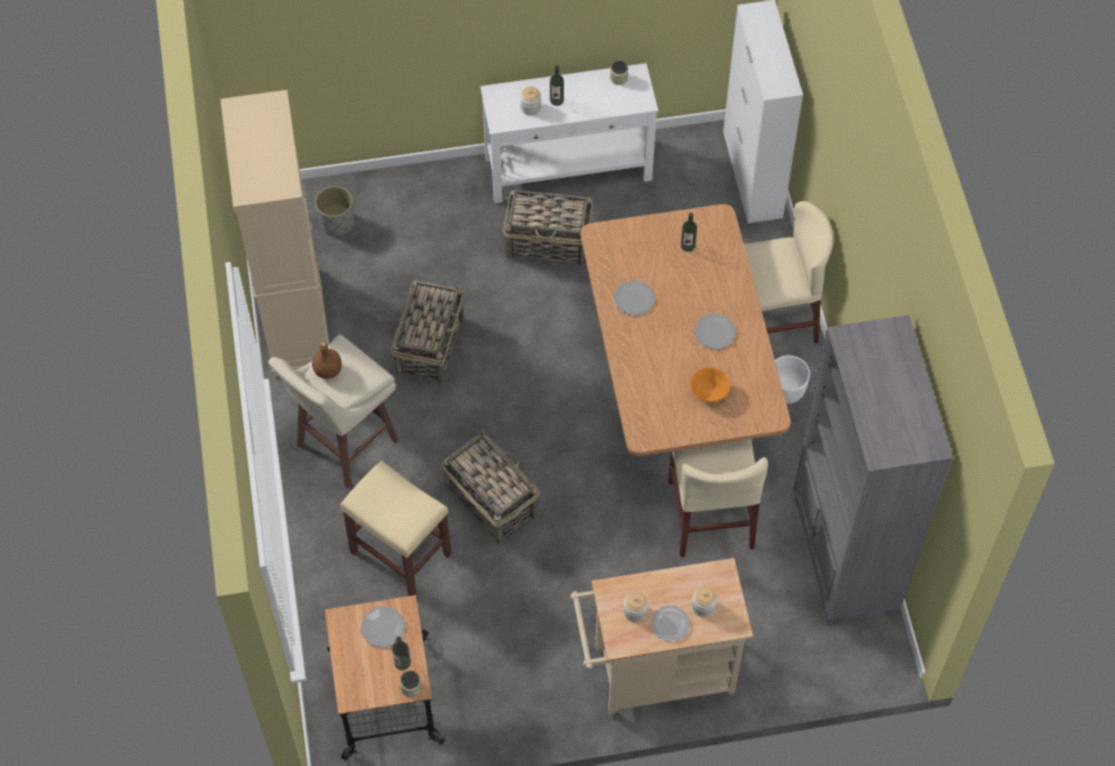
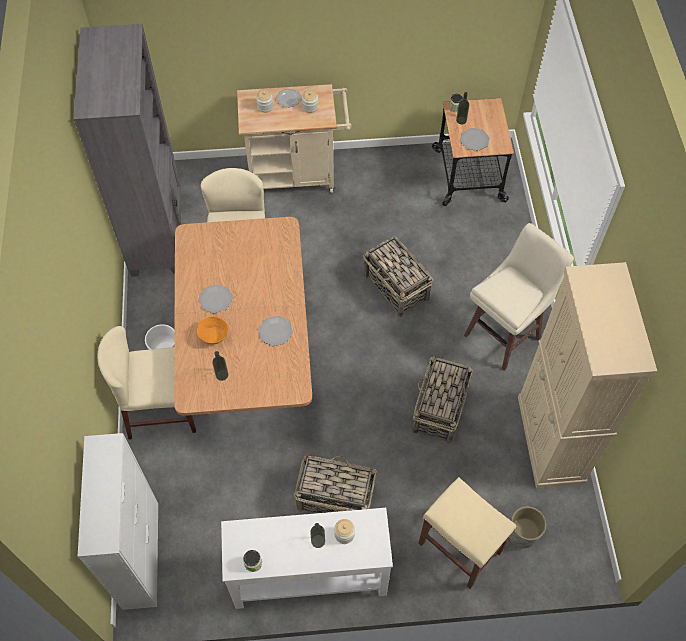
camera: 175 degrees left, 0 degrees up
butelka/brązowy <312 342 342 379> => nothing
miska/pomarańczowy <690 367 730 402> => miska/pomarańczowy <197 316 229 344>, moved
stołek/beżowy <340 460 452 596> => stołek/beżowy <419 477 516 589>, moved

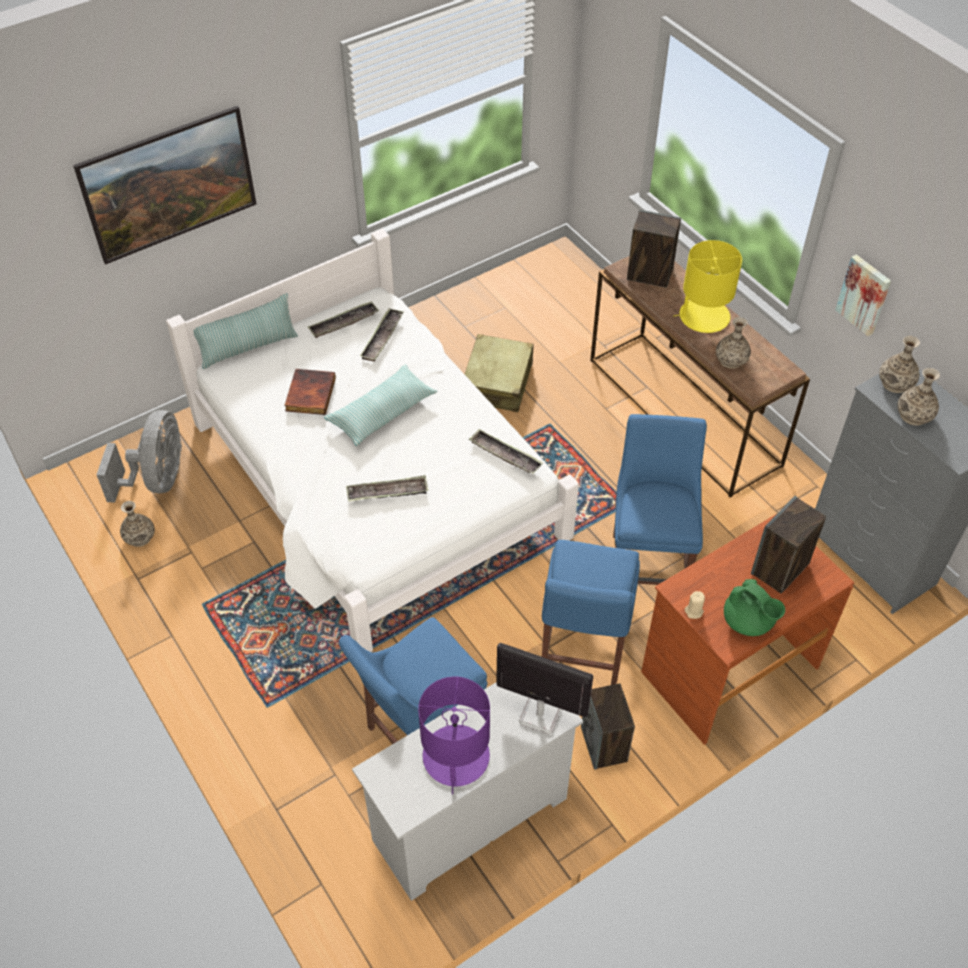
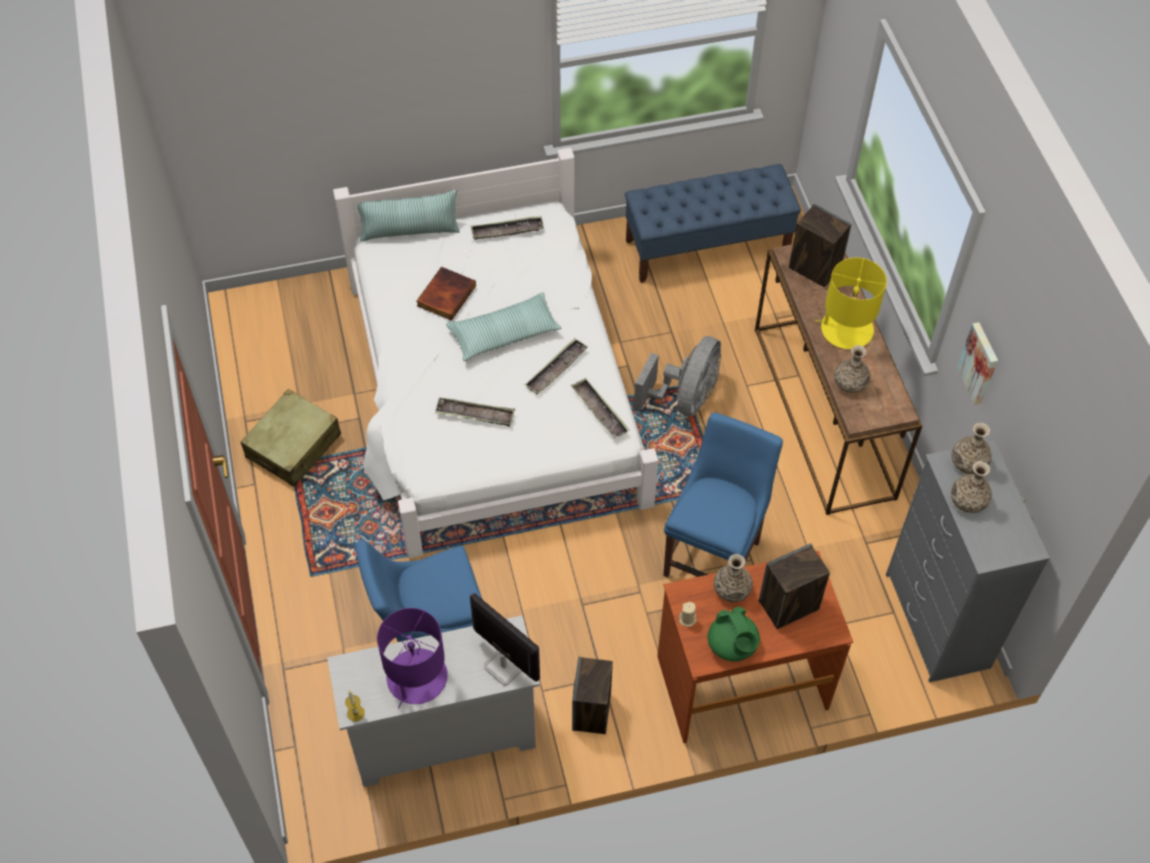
camera: 20 degrees right, 5 degrees up
obraz <73 106 256 264> => nothing
taca <360 308 404 362> => taca <524 338 588 395>, moved
walizka/beżowy <465 334 534 412> => walizka/beżowy <241 389 341 487>, moved
wentylator/szary <96 410 182 503> => wentylator/szary <634 336 721 416>, moved
wazon <120 501 155 547> => wazon <714 554 753 602>, moved
krzesło/niebieski <542 540 640 685> => nothing
nothing => ławka/niebieski <625 164 801 283>
nothing => świeca <345 689 365 722>

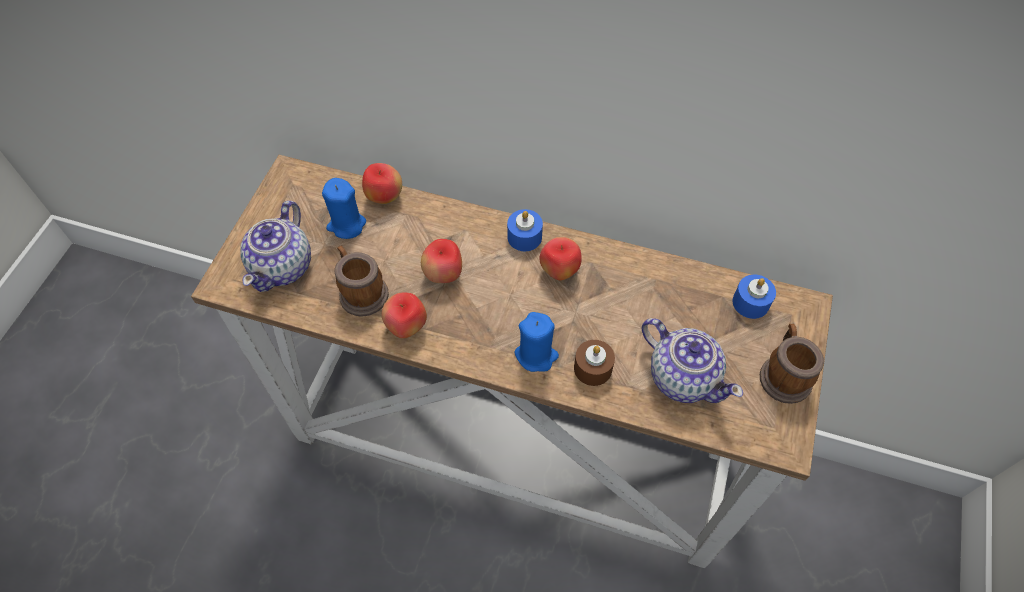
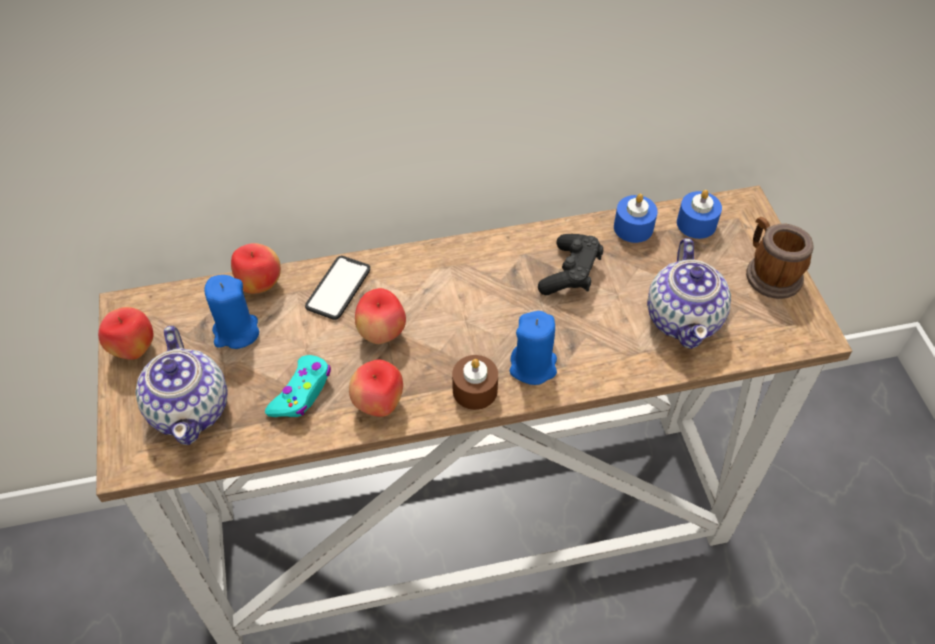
camera: 30 degrees left, 5 degrees down
świeca/niebieski <507 209 543 251> => świeca/niebieski <614 194 658 243>, moved
jabłko <539 237 582 281> => jabłko <98 307 153 360>, moved
kubek <334 246 389 317> => pad do gier/turkusowy <265 355 331 417>
imbryk <642 318 743 403> => imbryk <647 238 731 349>, 75 degrees clockwise
świeca/brązowy <574 340 615 386> => świeca/brązowy <452 355 498 410>, moved
nothing => pad do gier/czarny <538 234 603 295>
nothing => telefon <305 256 370 320>

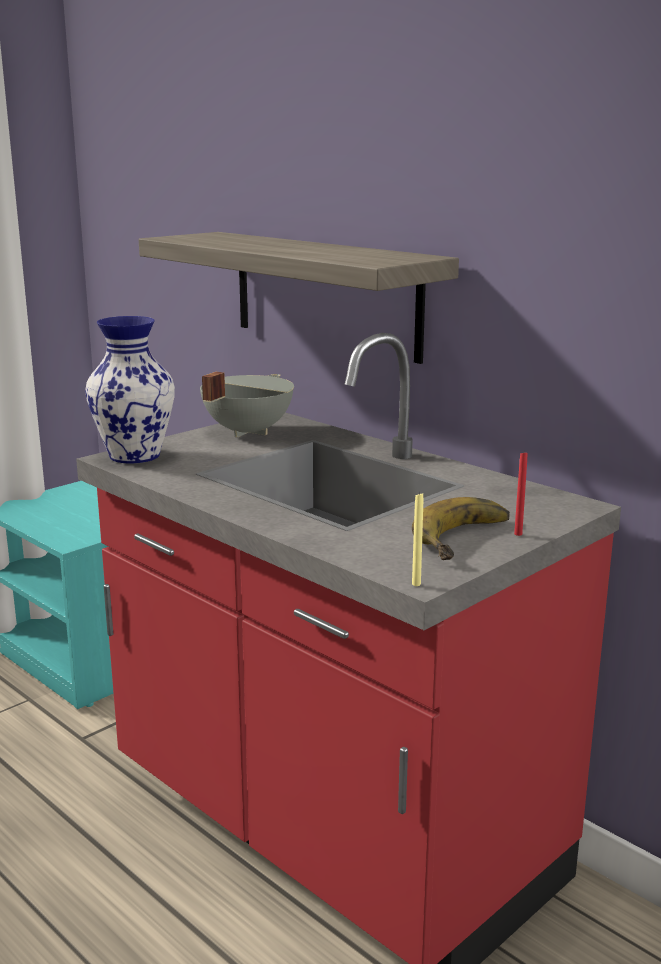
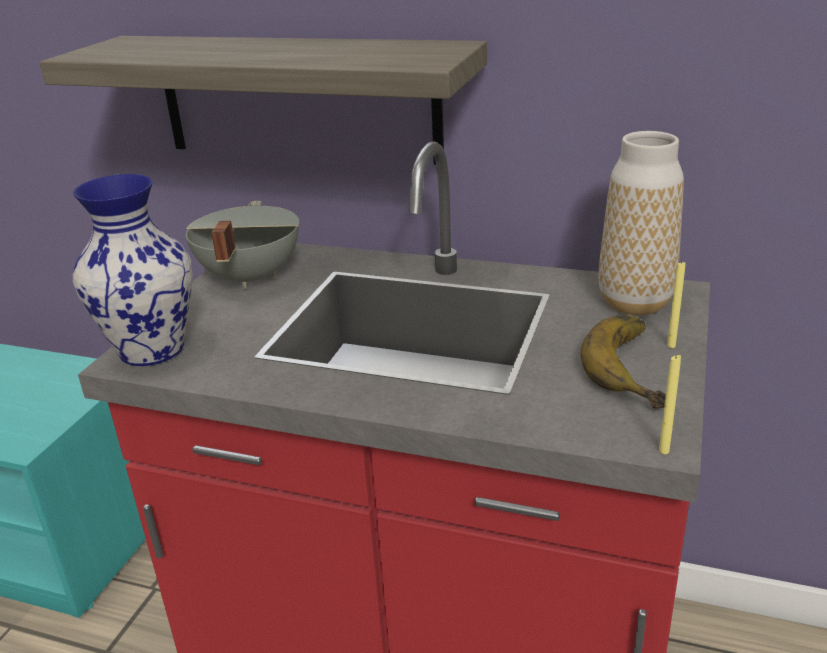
camera: 25 degrees left, 10 degrees up
świeca/czerwony <514 453 527 536> => świeca/żółty <667 260 686 348>
nothing => wazon <599 131 684 315>

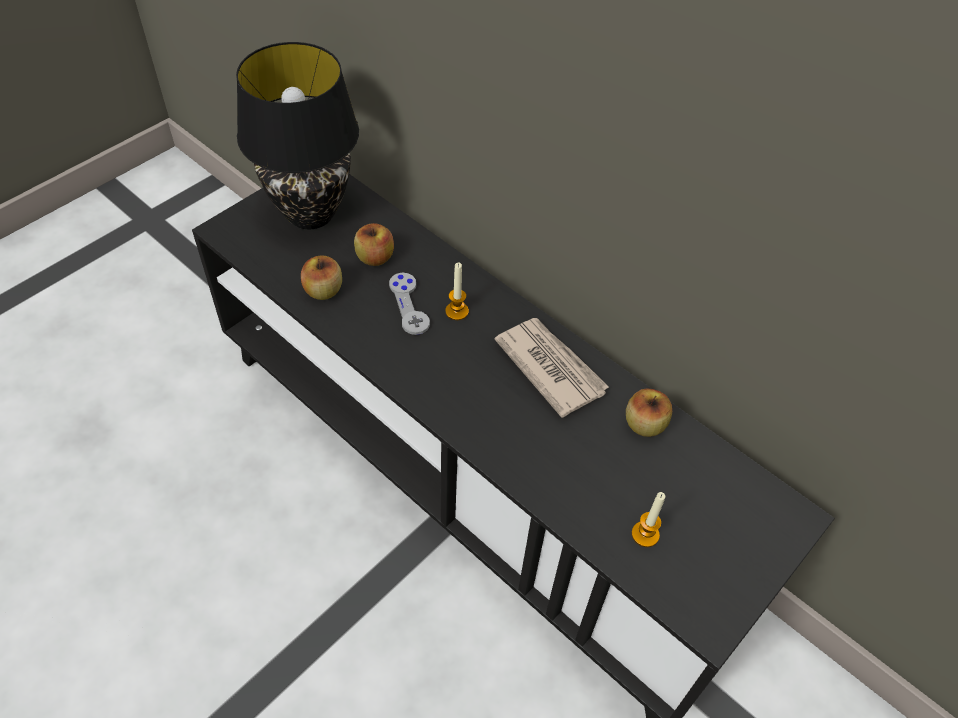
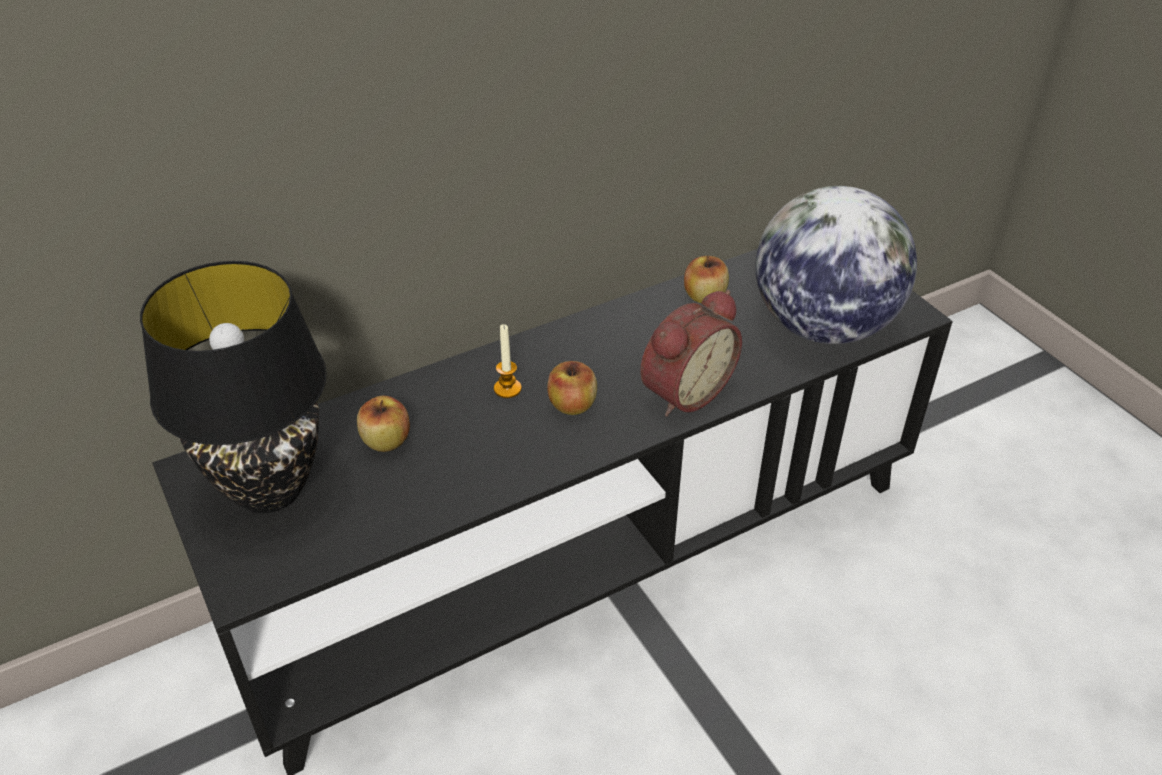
camera: 70 degrees left, 10 degrees down
jabłko <301 255 342 300> => jabłko <547 361 597 415>, moved
pad do gier/szary <389 273 430 335> => nothing
gazeta <494 318 609 418> => nothing
świeca <632 492 665 547> => globus <756 186 917 344>
nothing => budzik <640 290 742 417>

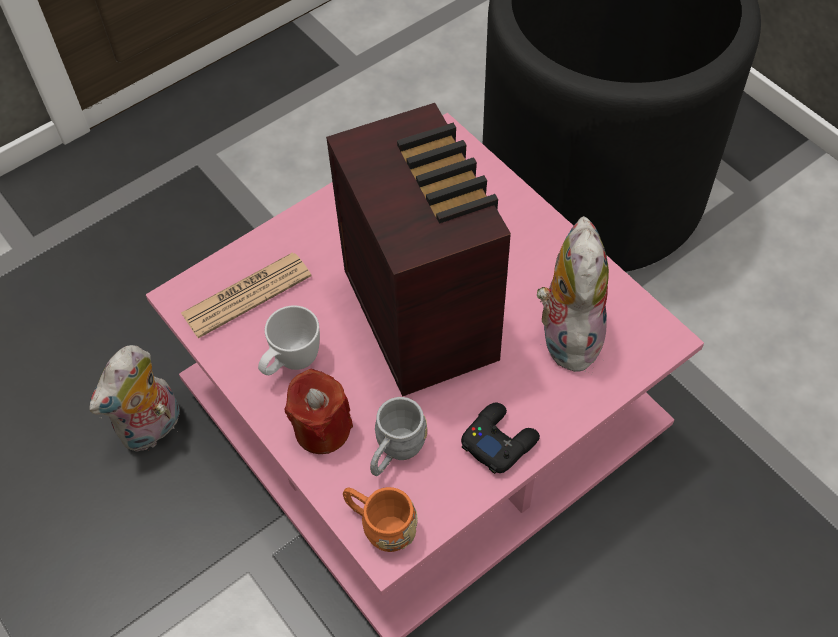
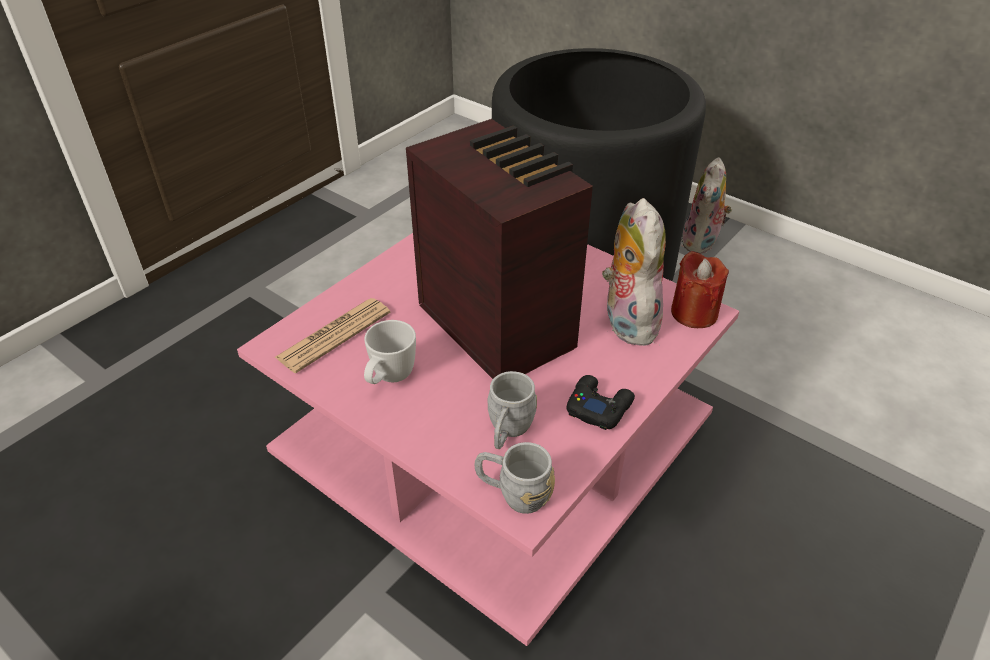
camera: 15 degrees left, 15 degrees down
pluszak <89 345 180 452> => pluszak <681 157 732 254>, moved
świeca/czerwony <284 368 353 454> => świeca/czerwony <671 251 729 328>, moved
kubek/pomarańczowy <343 487 418 552> => kubek/szary <475 442 555 514>

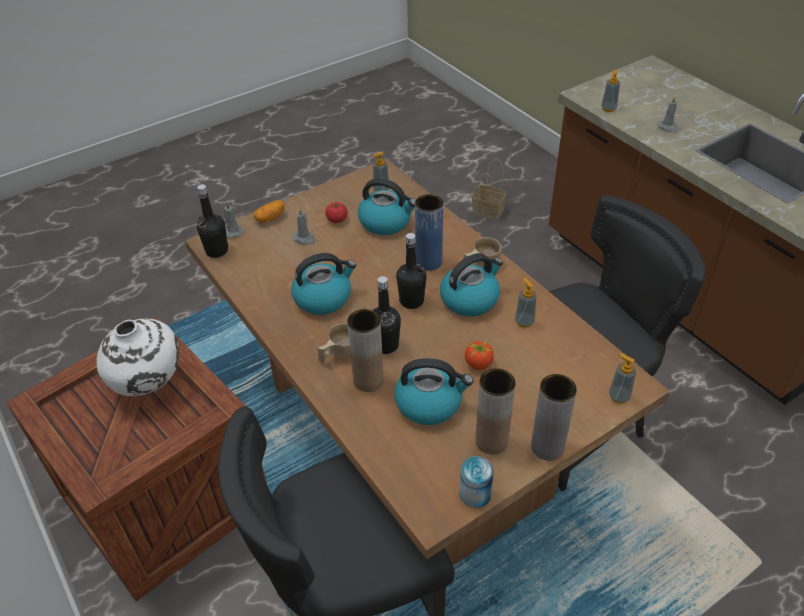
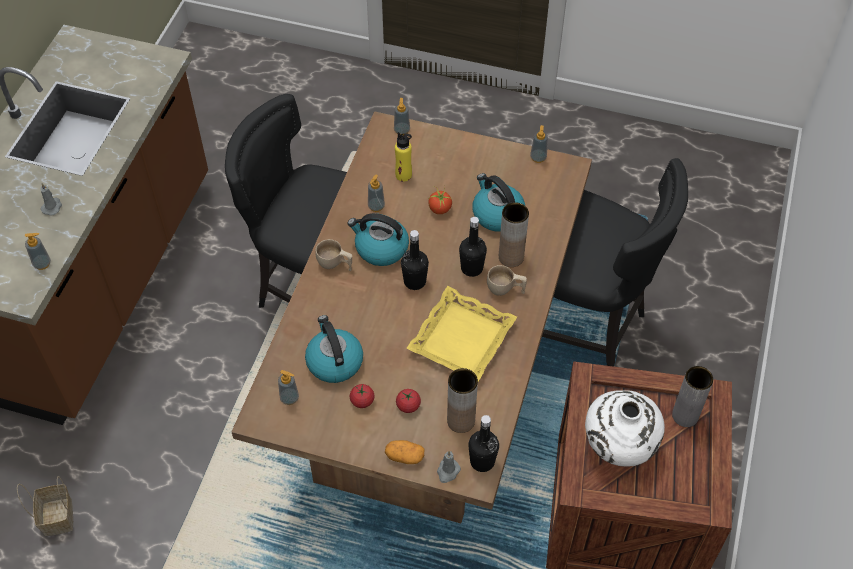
camera: 130 degrees left, 10 degrees up
wazon/niebieski <415 194 443 271> => nothing
świeca/szary <293 209 315 245> => pomidor <396 389 421 413>
czajnik <291 253 356 315> => taca/żółty <406 286 517 382>
wazon/brązowy <475 368 516 454> => wazon/brązowy <447 368 478 433>, moved
wazon/szary <531 374 577 461> => wazon/szary <672 366 713 427>, moved
puszka <460 456 494 508> => dozownik mydła <530 125 548 163>
nothing => butelka/żółty <395 132 412 182>

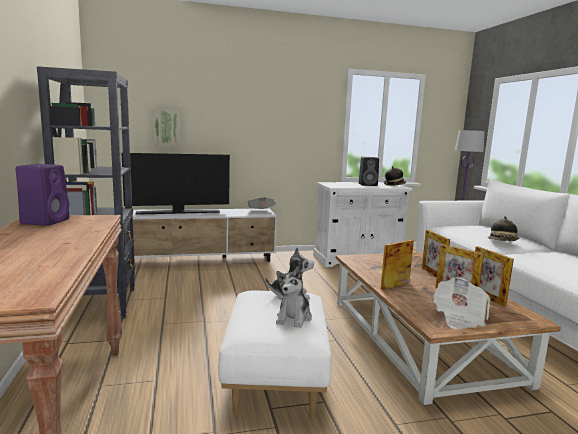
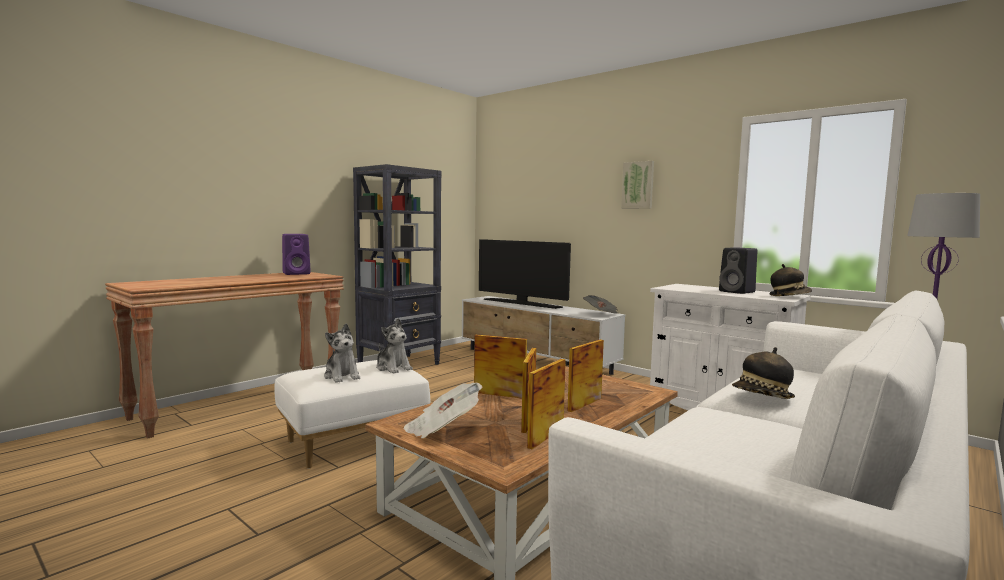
camera: 55 degrees right, 5 degrees down
obraz <153 109 180 148> => obraz <621 161 654 209>, moved
pluszak <276 267 312 328> => pluszak <324 324 360 383>, 105 degrees counterclockwise

